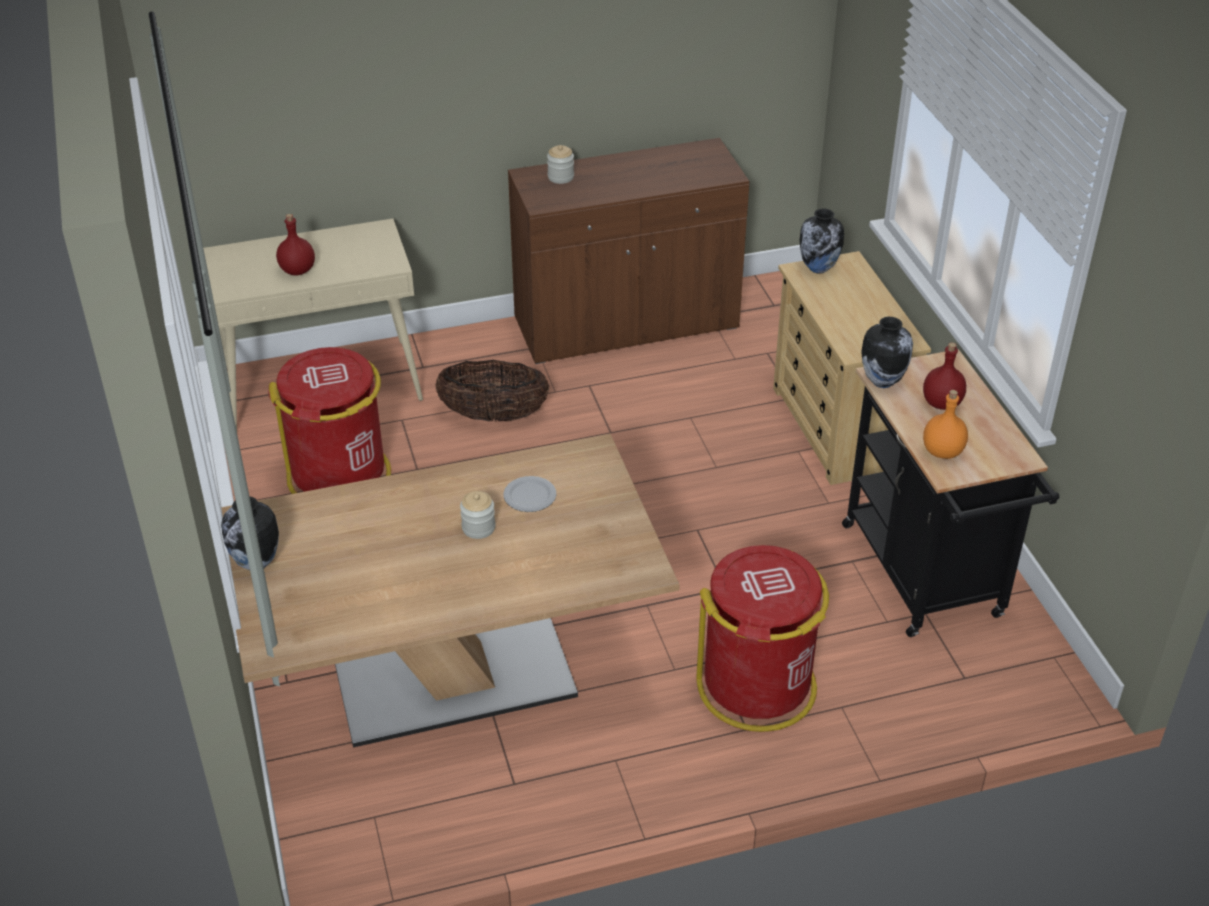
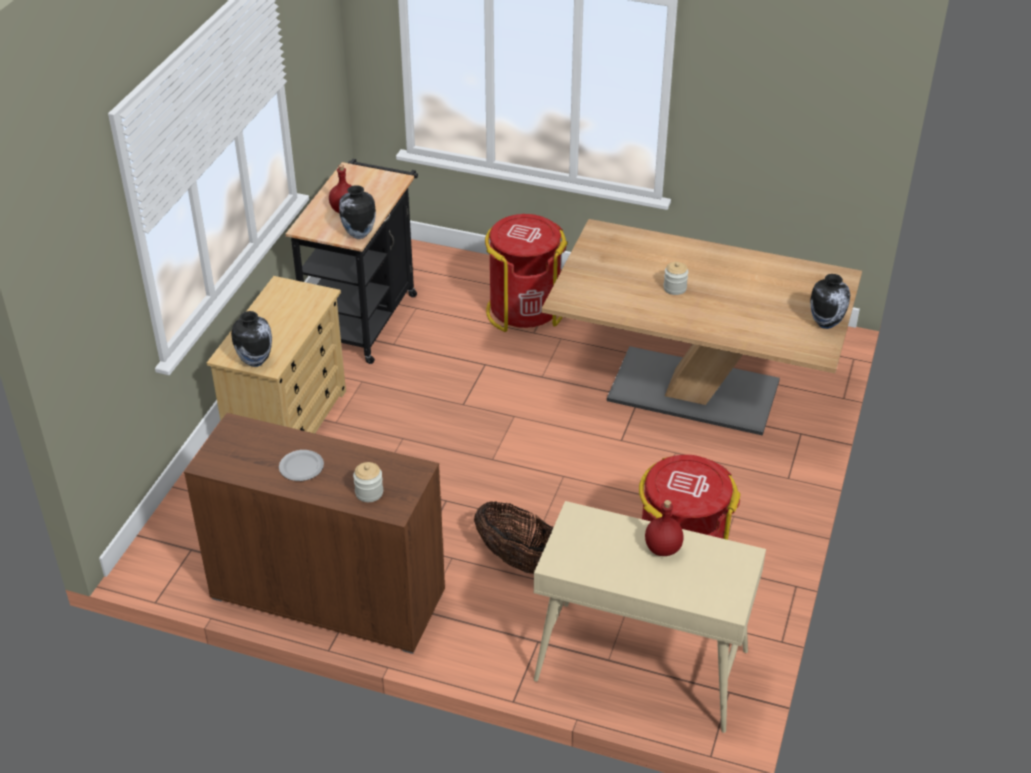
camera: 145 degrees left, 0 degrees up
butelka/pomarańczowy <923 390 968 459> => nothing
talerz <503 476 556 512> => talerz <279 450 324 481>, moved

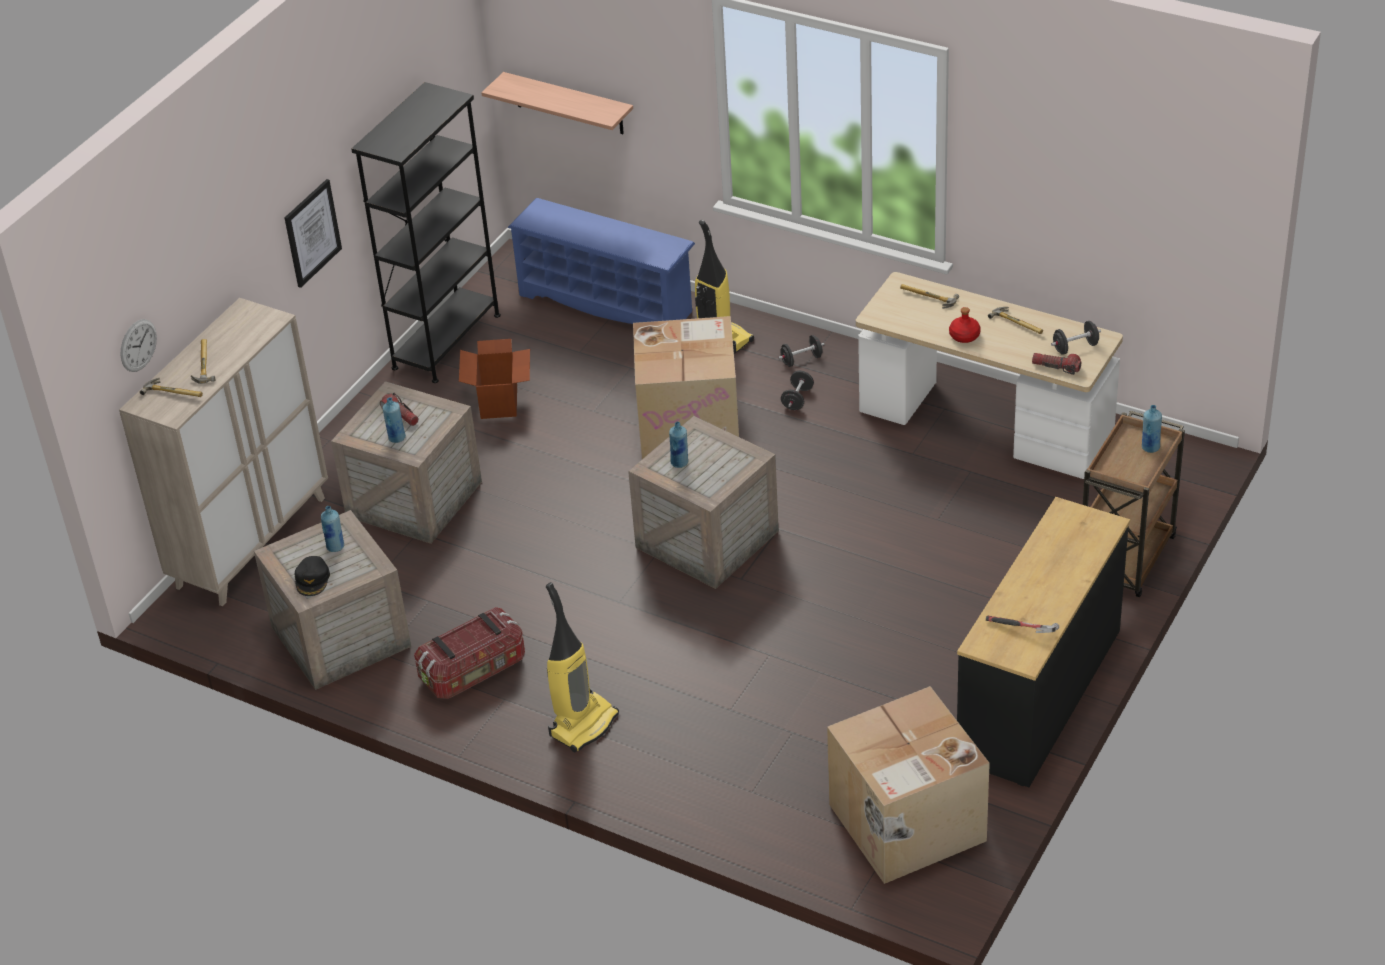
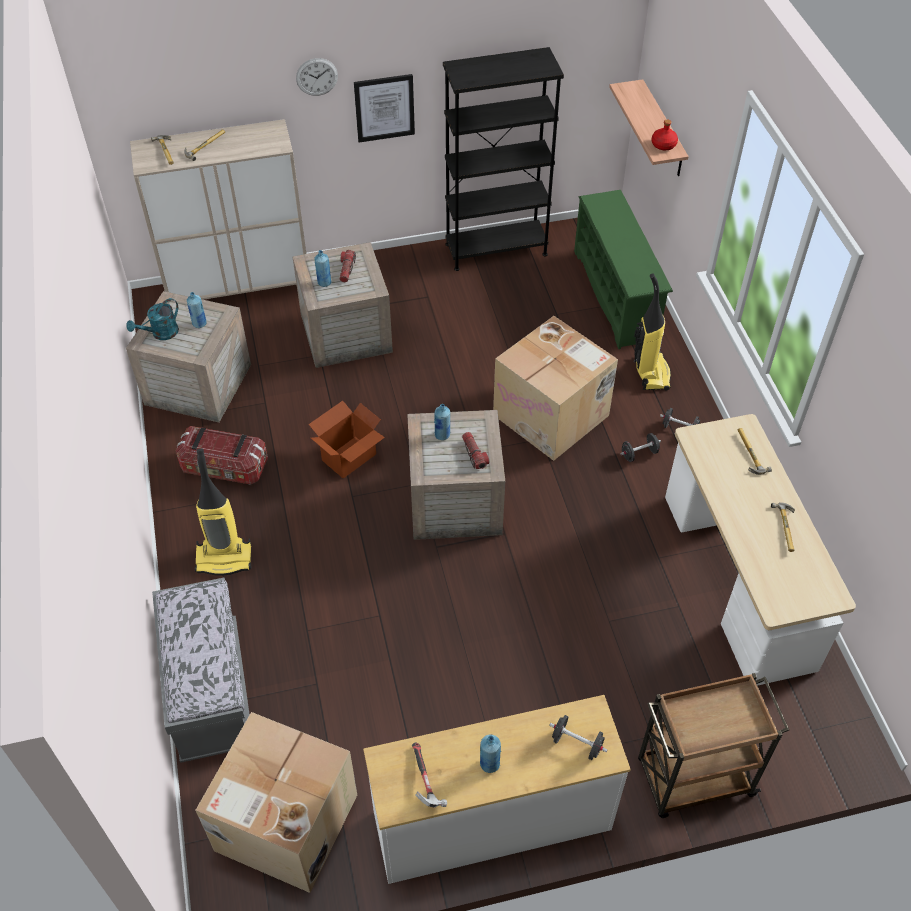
camera: 45 degrees right, 10 degrees up
regał na buty/niebieski <508 198 695 324> => regał na buty/zielony <574 190 673 349>
butelka/czerwony <949 307 981 343> => butelka/czerwony <651 119 678 150>, moved
zegar ścienny <121 319 157 372> => zegar ścienny <296 58 338 96>, moved
hantel/czarny <1051 321 1101 355> => hantel/czarny <549 715 608 760>, moved
karton <459 339 530 419> => karton <308 401 385 479>, moved
latarka <1032 353 1081 375> => latarka <462 432 489 469>, moved
butelka/niebieski <1142 405 1162 453> => butelka/niebieski <480 735 501 773>, moved
komoda/czarny <957 497 1130 787> => komoda/biały <363 695 631 884>
czapka z daszkiem/czarny <295 556 330 596> => konewka/turkusowy <127 298 179 340>
nothing => ławka/szary <152 578 250 763>

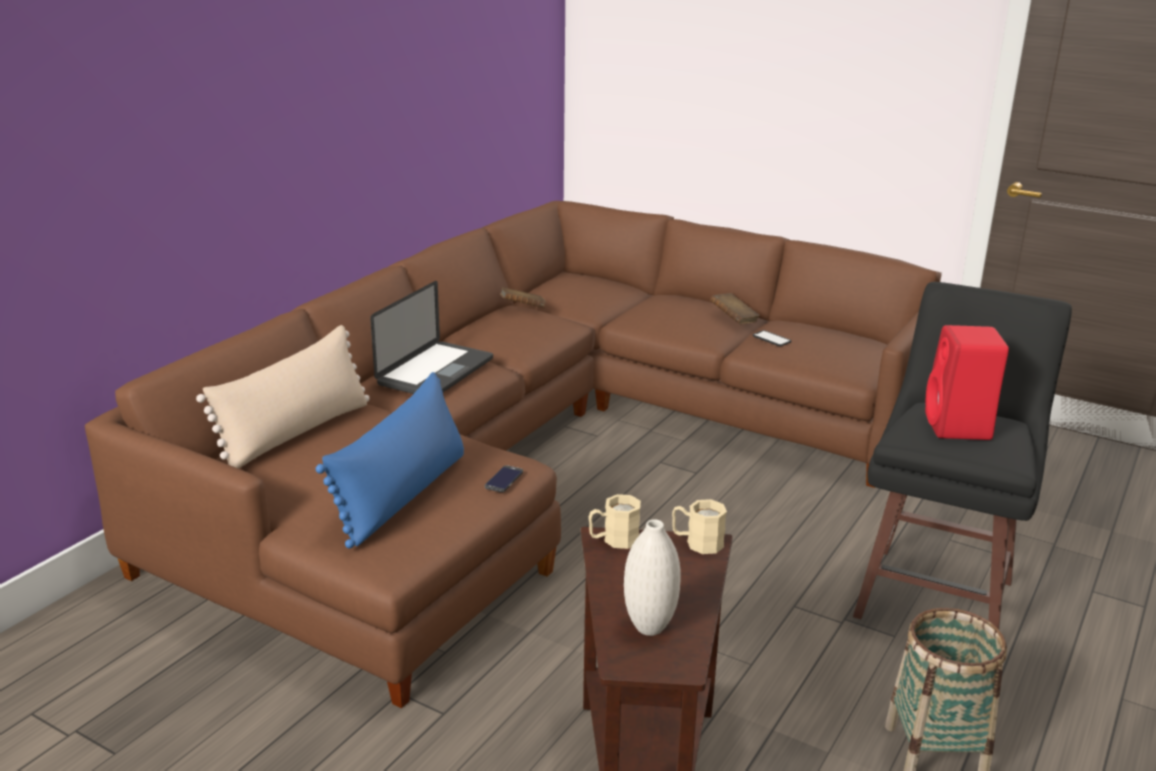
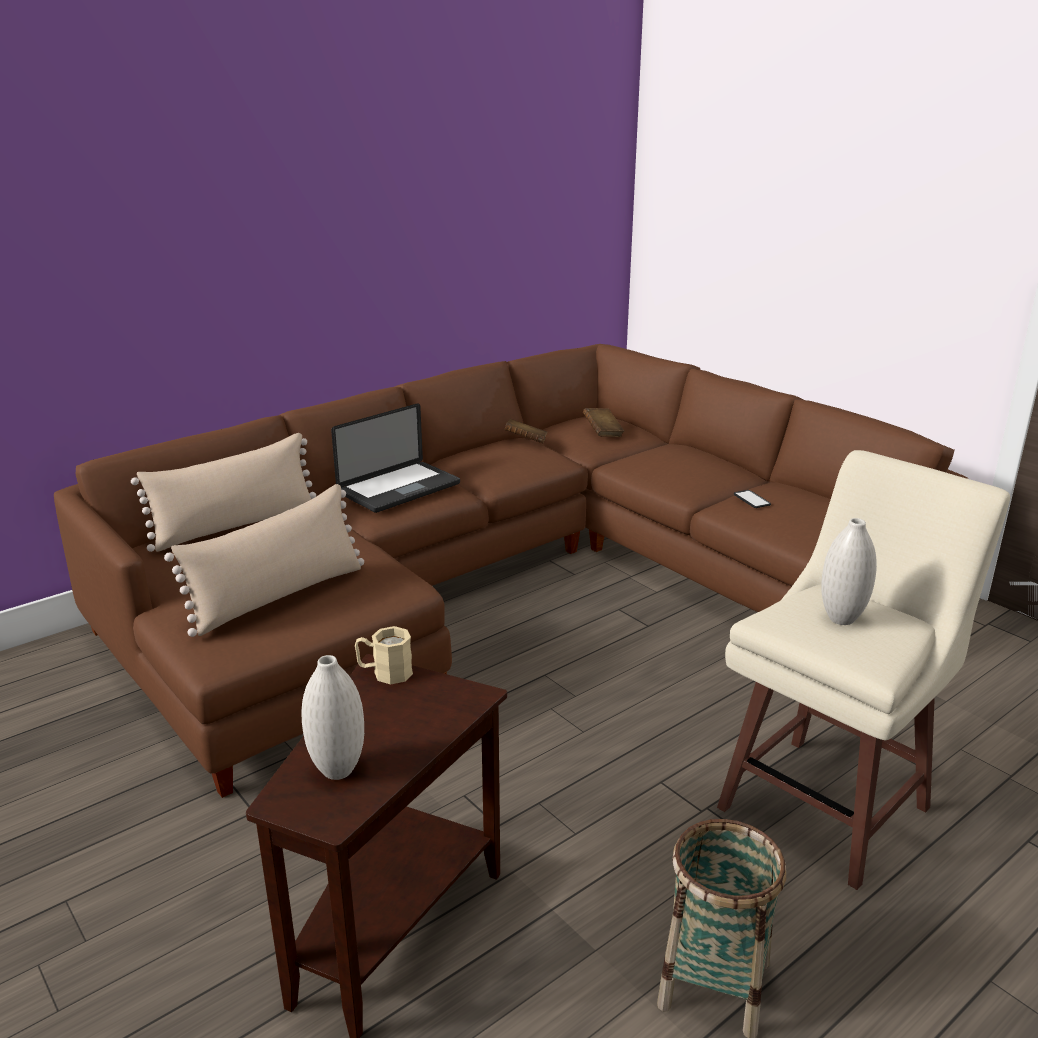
camera: 20 degrees right, 0 degrees up
stołek/czarny <853 282 1072 629> => stołek/beżowy <717 450 1010 890>
książka/brązowy <710 293 760 324> => książka/brązowy <583 408 624 437>, moved
głośnik/czerwony <925 325 1009 440> => wazon/biały <821 518 877 625>
poduszka/niebieski <316 372 464 549> => poduszka/beżowy <164 484 364 637>
telefon <485 465 523 492> => nothing
kubek/beżowy <672 499 727 554> => nothing

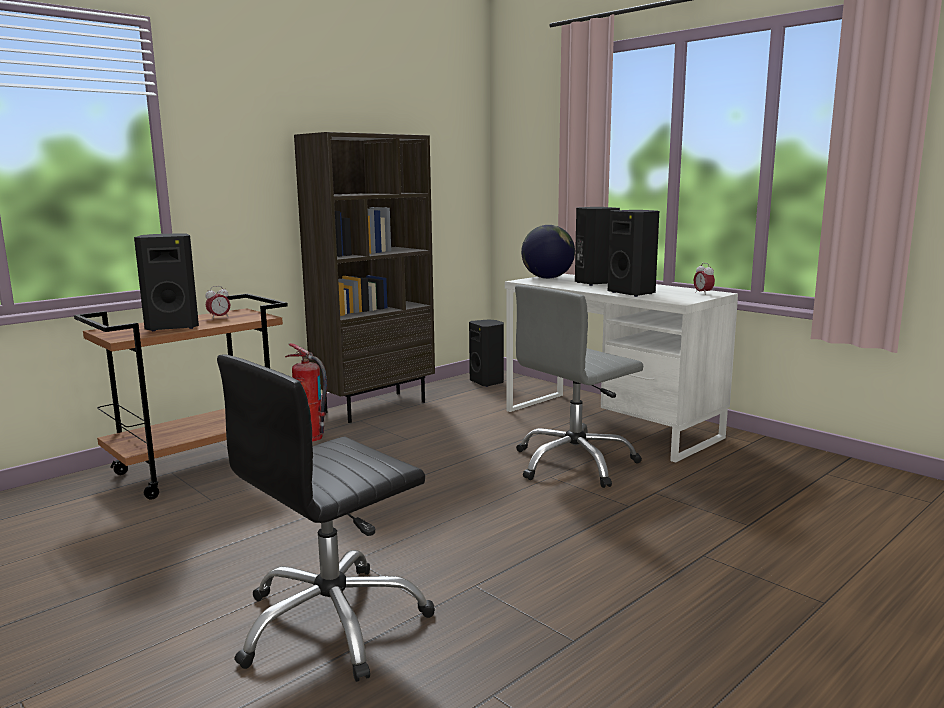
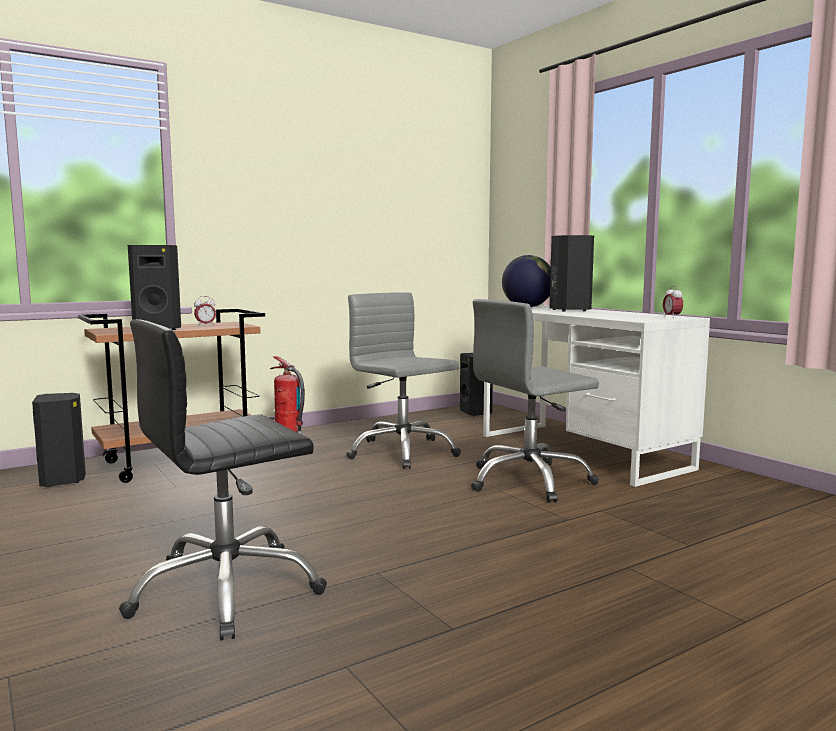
camera: 10 degrees right, 5 degrees down
regał/brązowy <294 132 435 423> => nothing
głośnik/czarny <608 210 659 297> => głośnik/czarny <32 393 86 487>, moved
nothing => krzesło biurowe/szary <346 292 461 469>

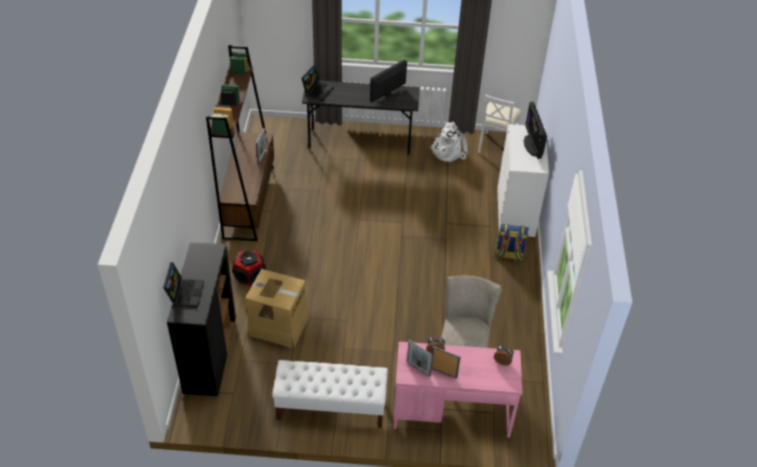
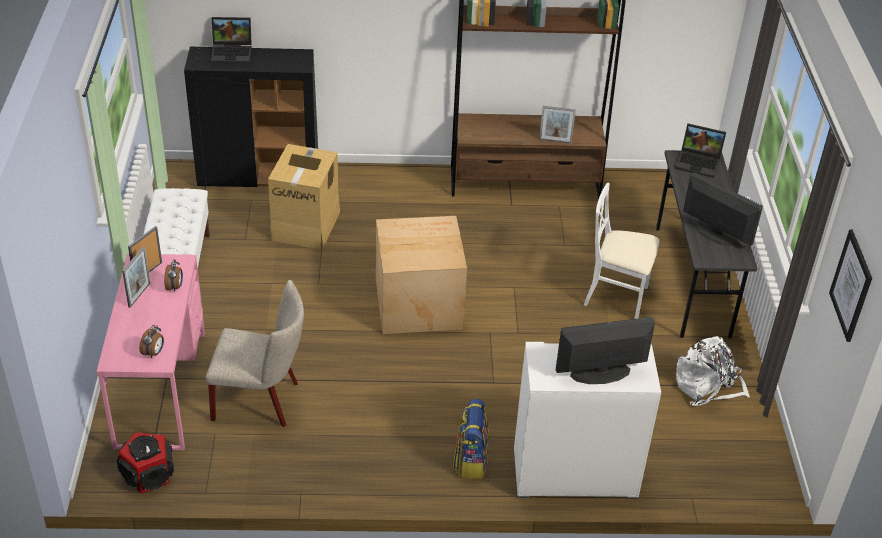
camera: 85 degrees right, 5 degrees down
krzesło/biały <477 94 522 158> => krzesło/biały <584 183 659 319>, moved
głośnik <232 251 266 286> => głośnik <117 432 174 494>, moved
nothing => karton <376 216 467 334>
nothing => obraz <829 230 872 342>

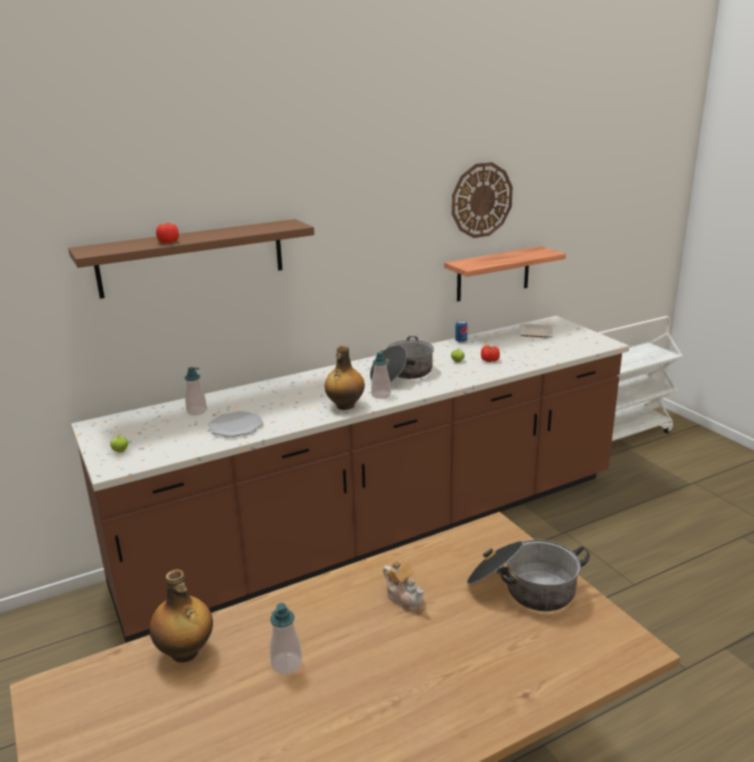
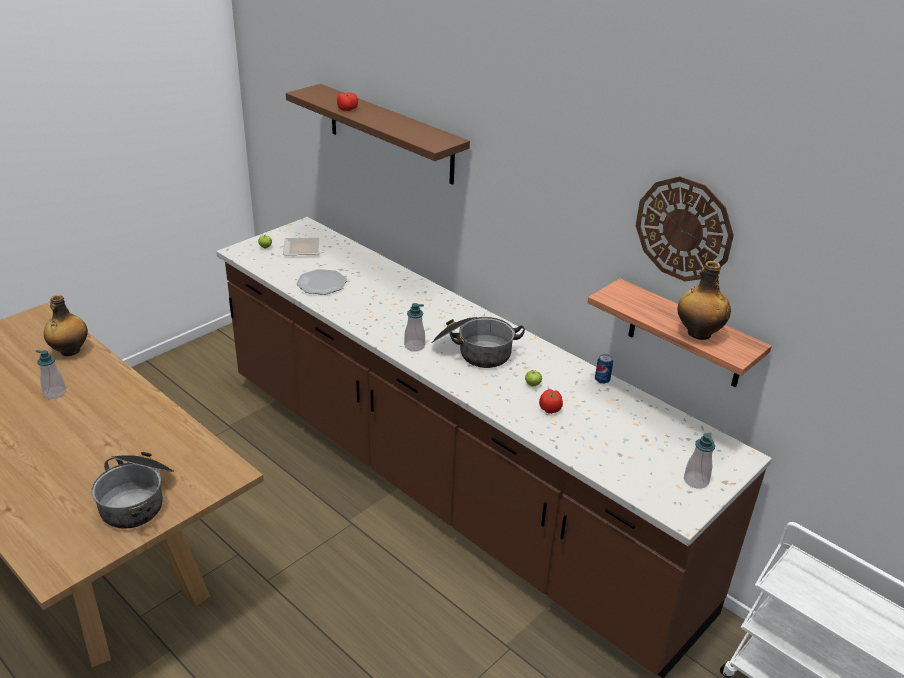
camera: 70 degrees right, 10 degrees up
talerz <520 324 553 338> => talerz <283 238 320 255>, moved
butelka <324 346 365 410> => butelka <677 261 731 340>, moved
dozownik mydła <184 367 207 415> => dozownik mydła <684 433 715 489>, moved
imbryk <383 560 424 612> => nothing

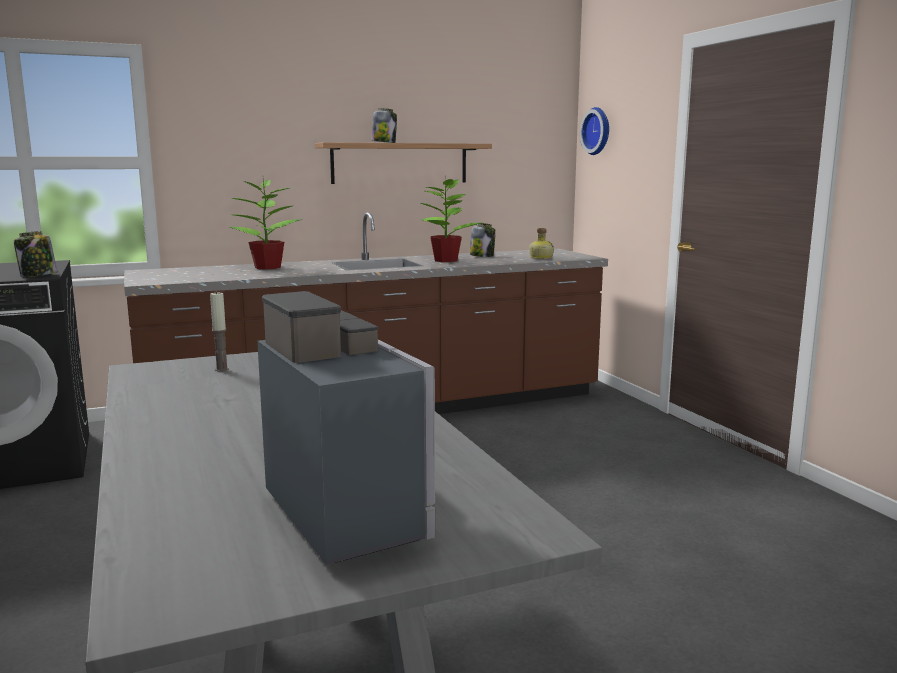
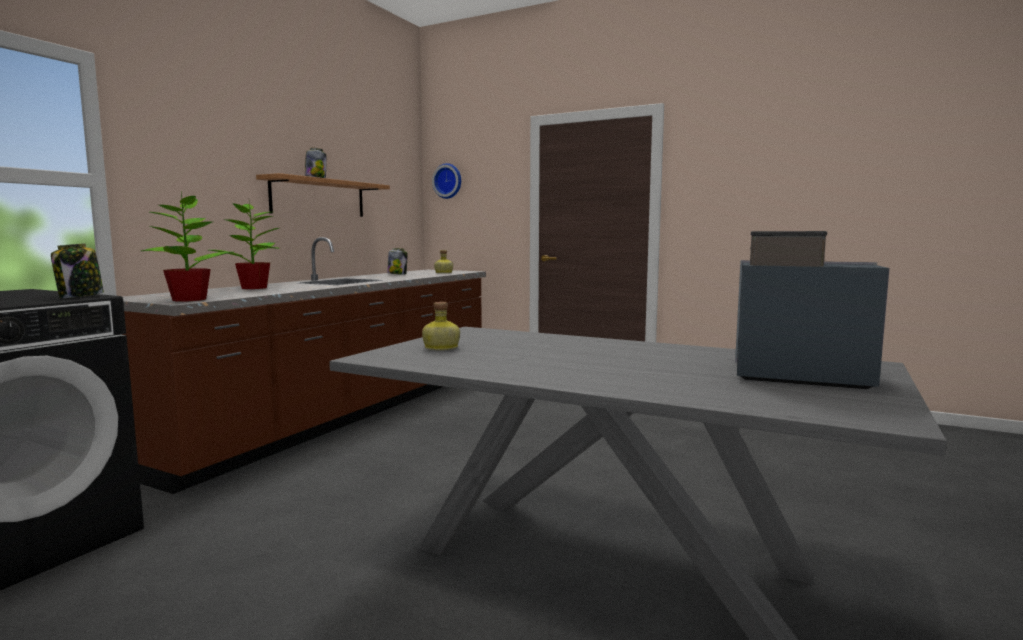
camera: 40 degrees left, 5 degrees down
roślina doniczkowa <420 177 482 262> => roślina doniczkowa <141 191 233 302>, moved
świeca <210 291 229 372> => butelka <422 302 460 350>

